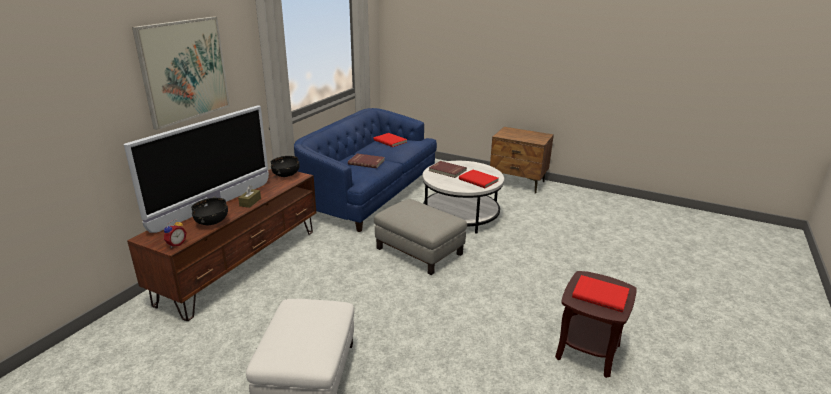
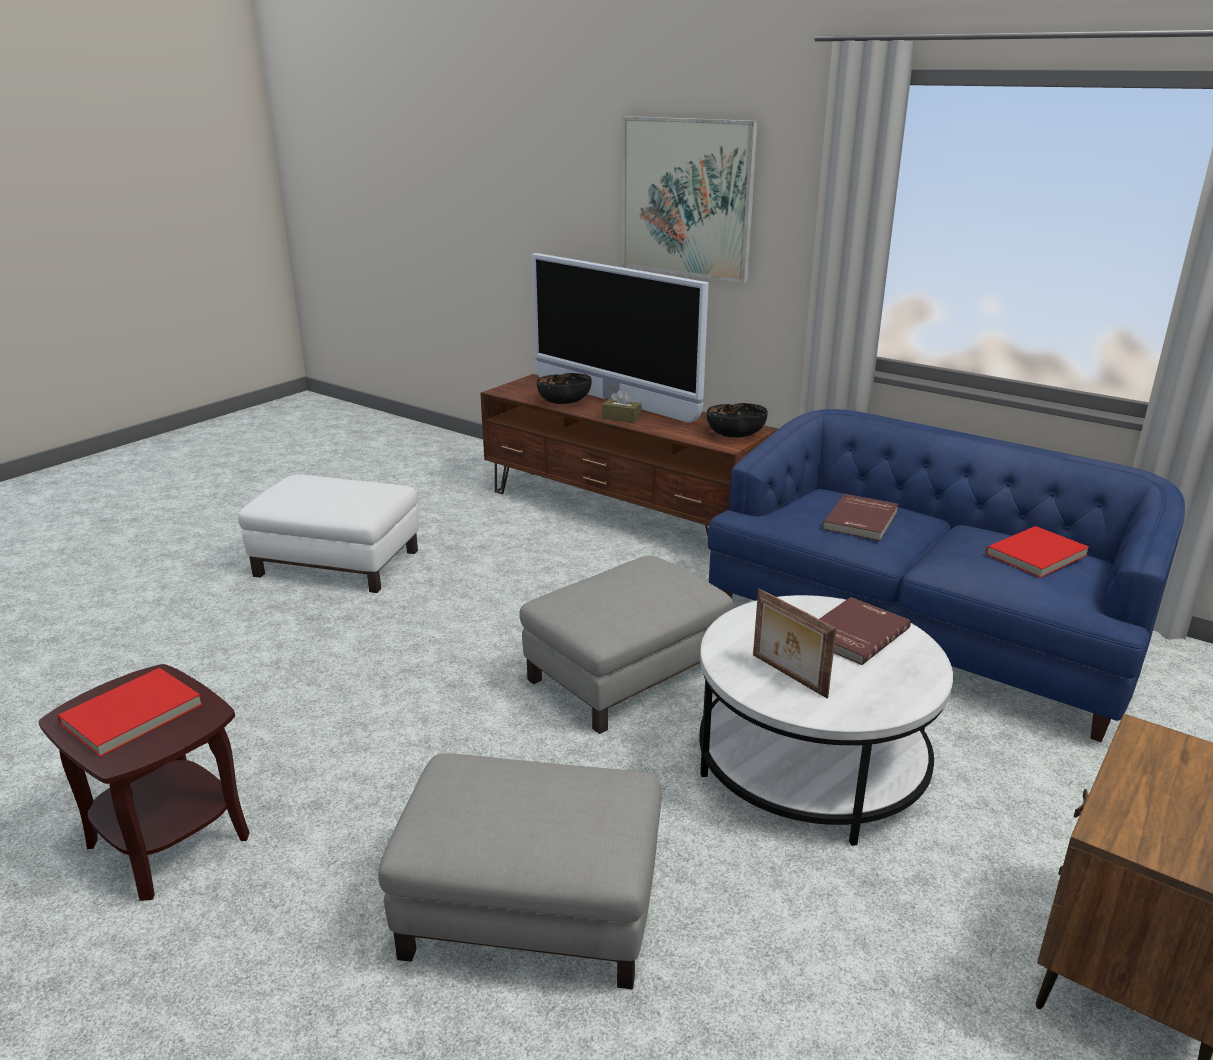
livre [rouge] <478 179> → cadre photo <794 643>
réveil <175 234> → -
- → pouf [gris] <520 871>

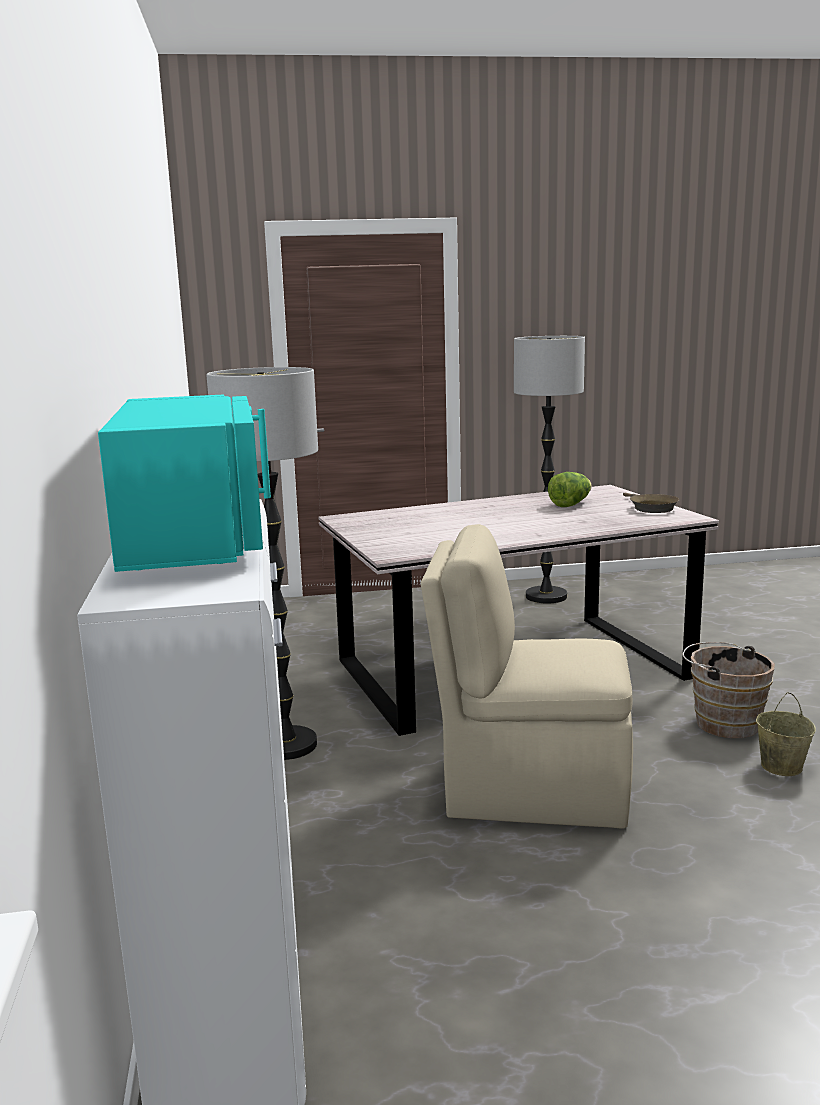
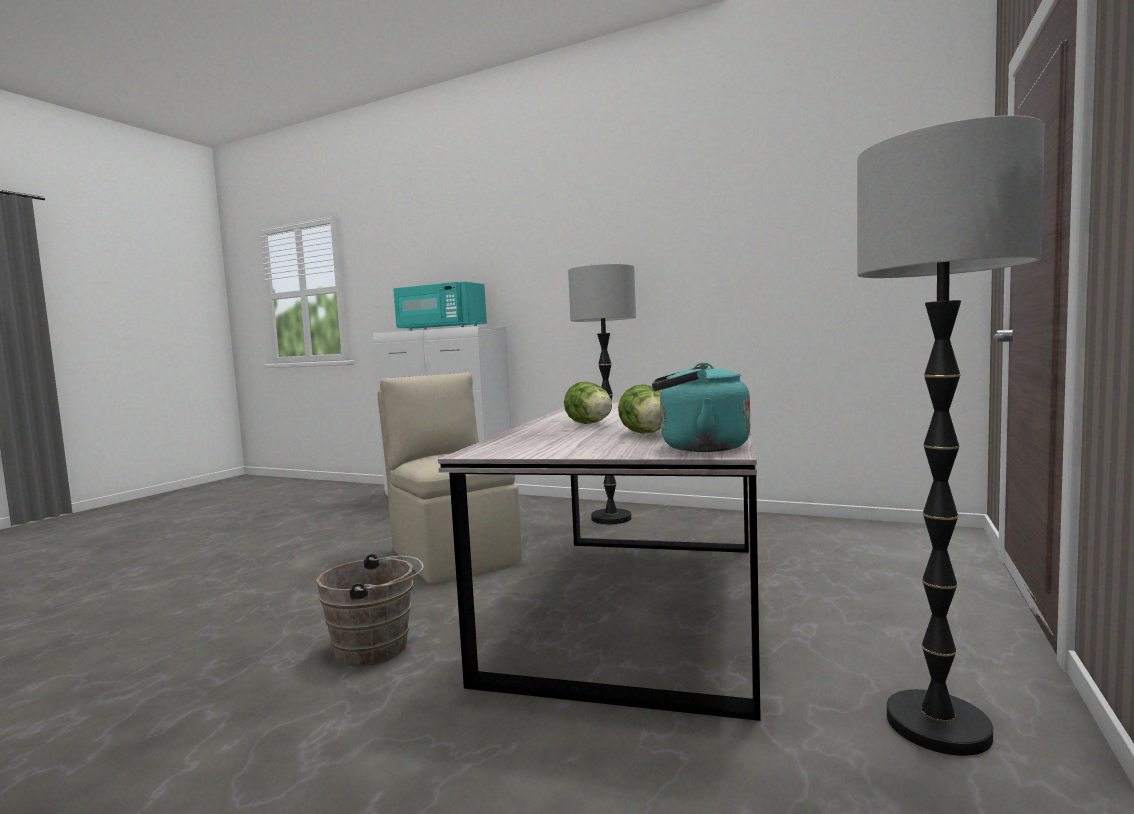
poêle [marron] <651 503> → -
chaise [beige] <527 676> → chaise [beige] <449 478>, 75 degrees counterclockwise
seau [beige] <786 734> → -
- → bouilloire [turquoise] <701 407>
- → laitue <588 402>

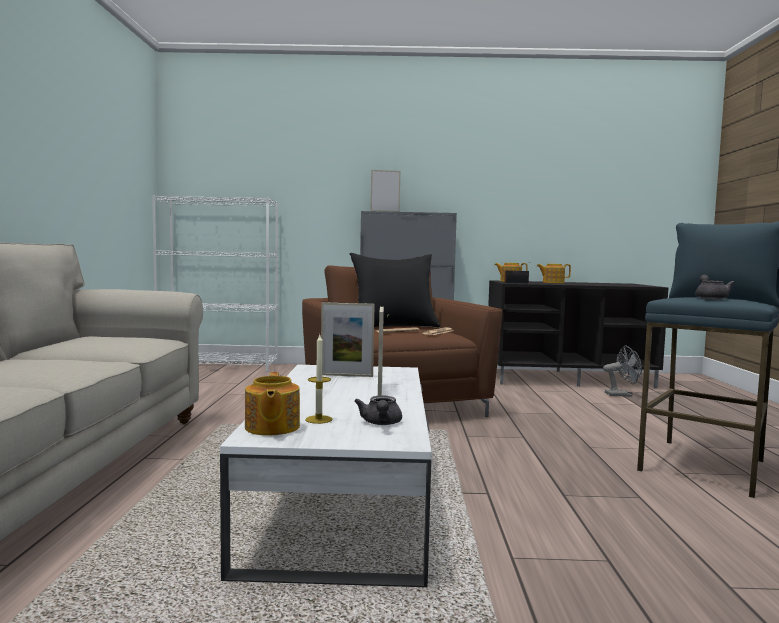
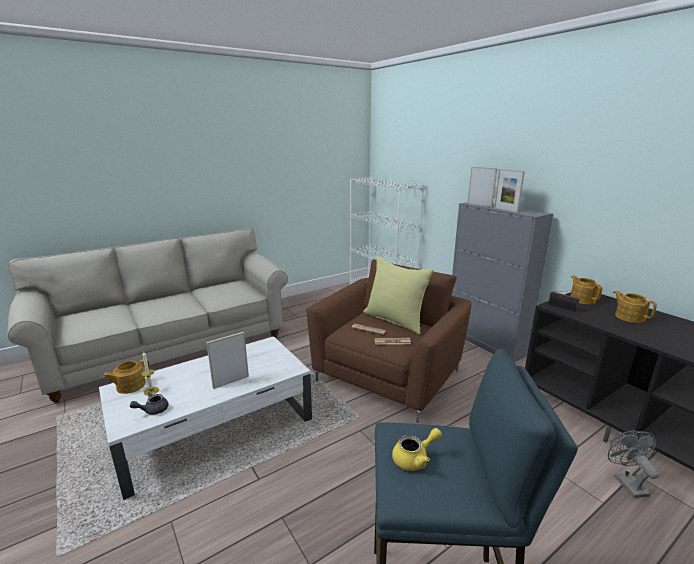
coussin [noir] <395 290> → coussin [jaune] <398 295>
théière [gris] <715 287> → théière [jaune] <417 449>
cadre photo <348 339> → cadre photo <509 191>, move
ventilateur [gris] <622 370> → ventilateur [gris] <633 464>, 150 degrees counterclockwise

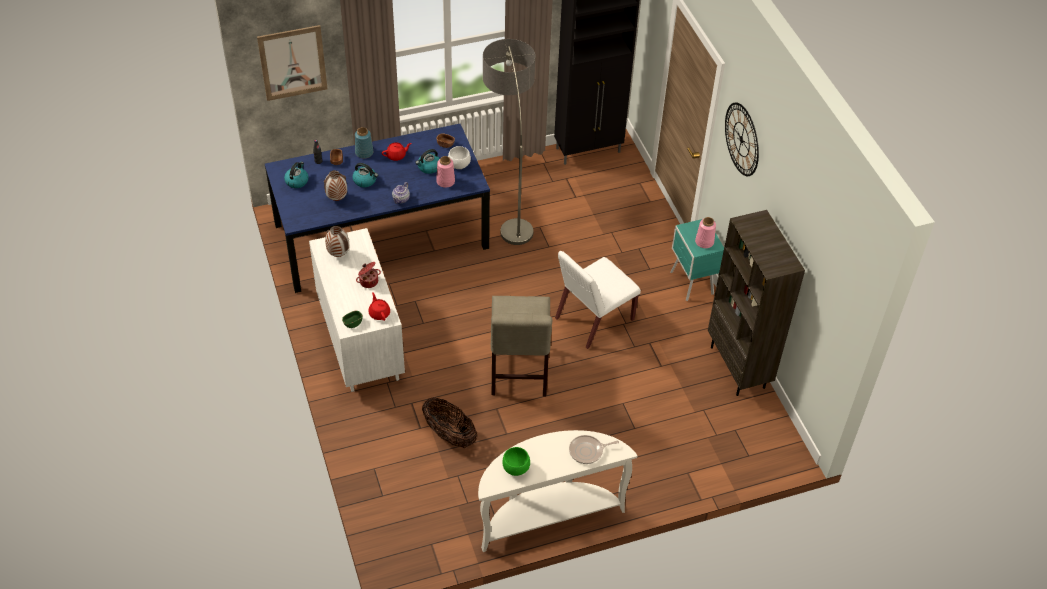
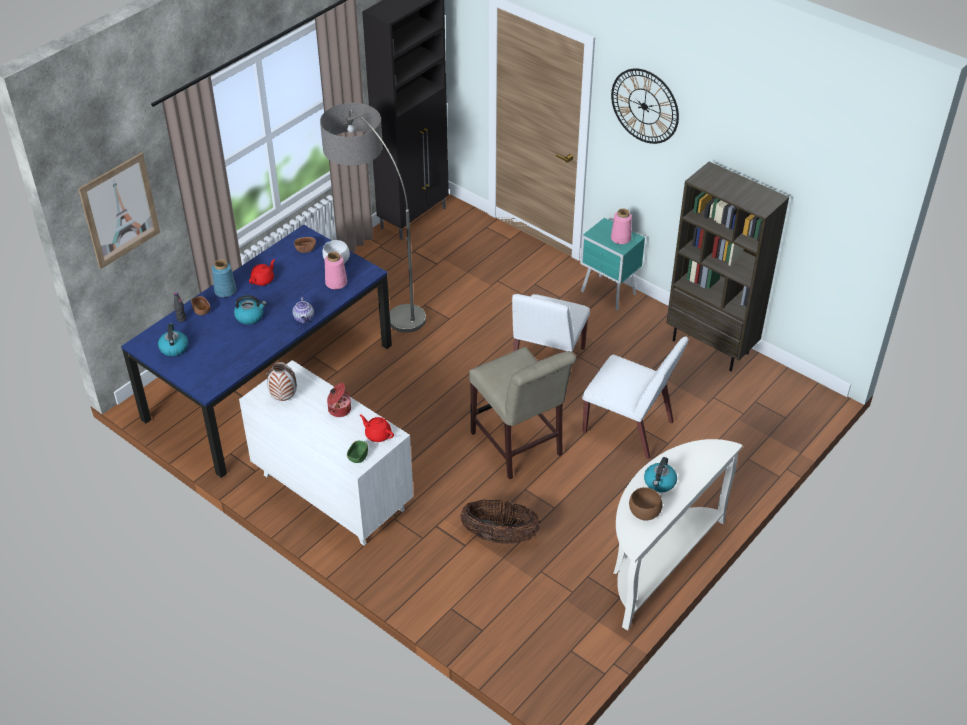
bouilloire <427 161> → bouilloire <660 474>, move
vase <335 185> → -
poêle <594 449> → -
bol [vert] <516 461> → bol [marron] <645 504>
- → chaise [blanc] <635 397>

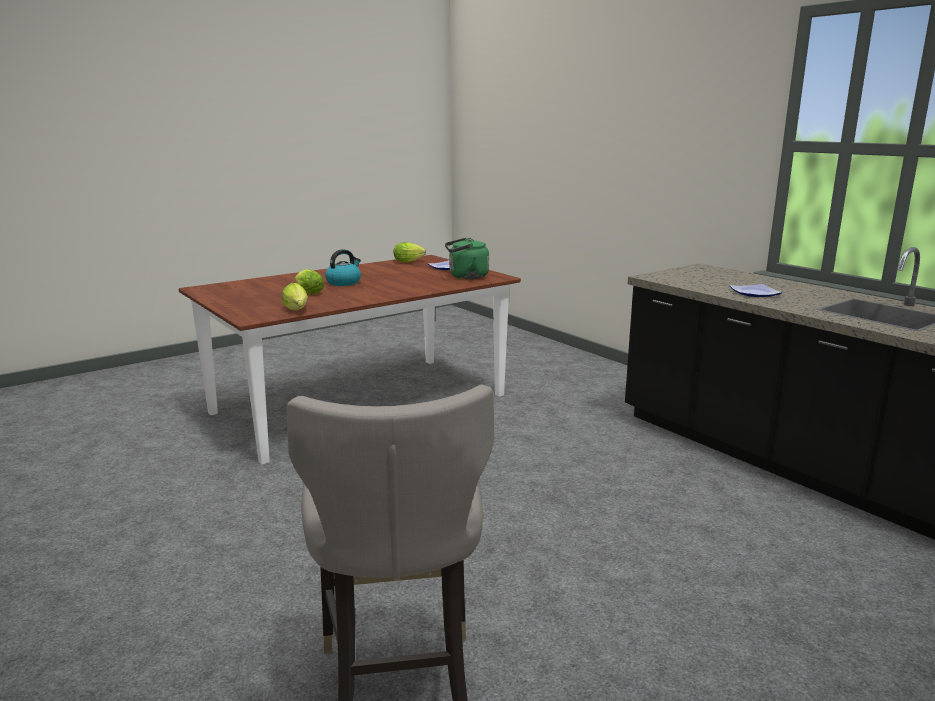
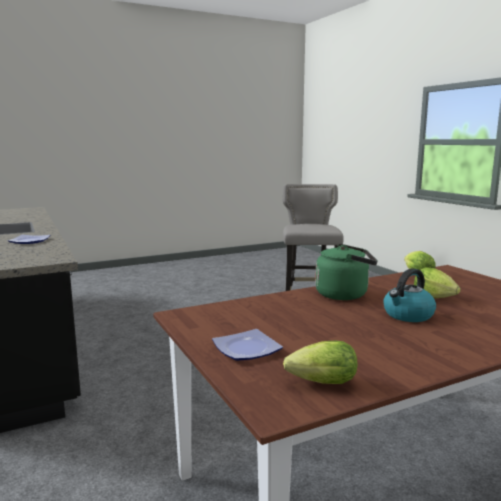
bouilloire [vert] <467 258> → bouilloire [vert] <346 272>, move

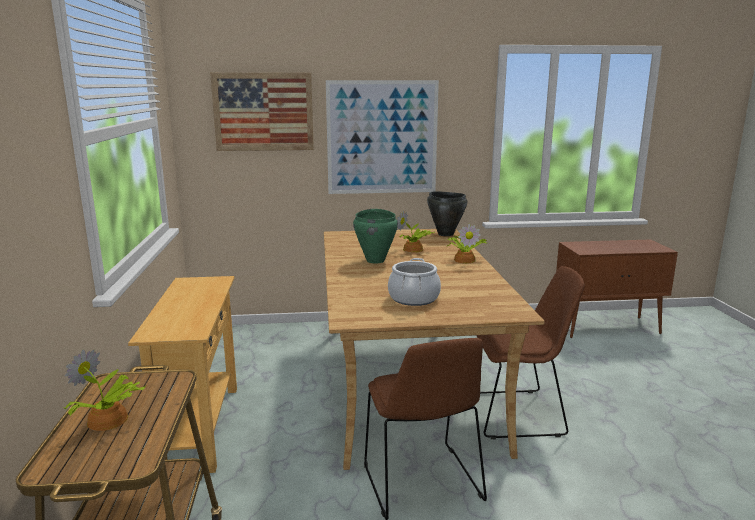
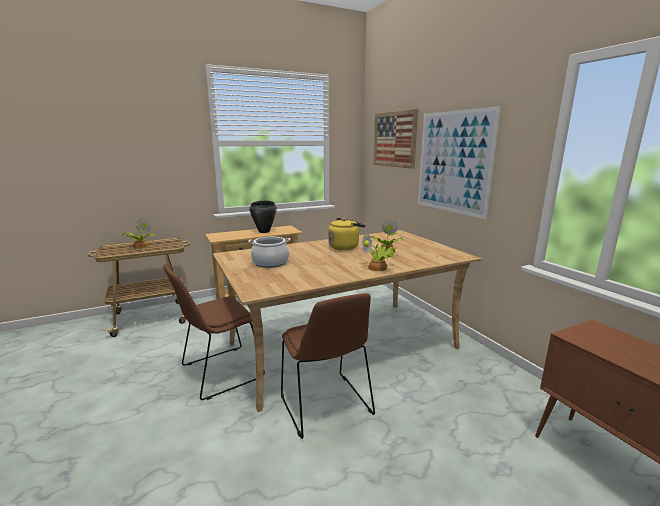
marmite [noir] <447 213> → marmite [noir] <263 216>, move
marmite [vert] <375 236> → bouilloire [jaune] <346 234>

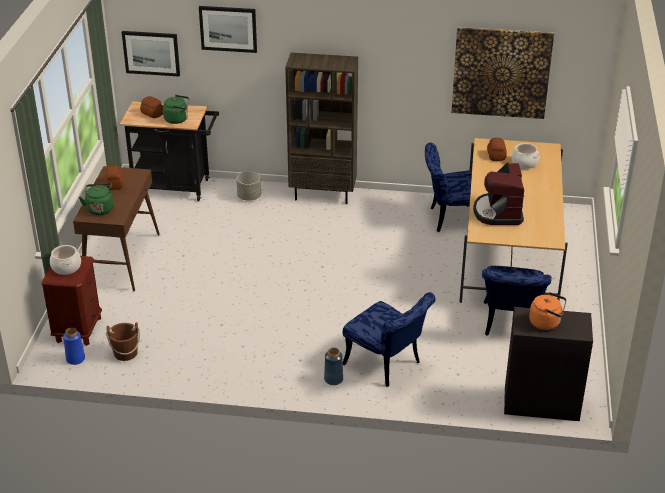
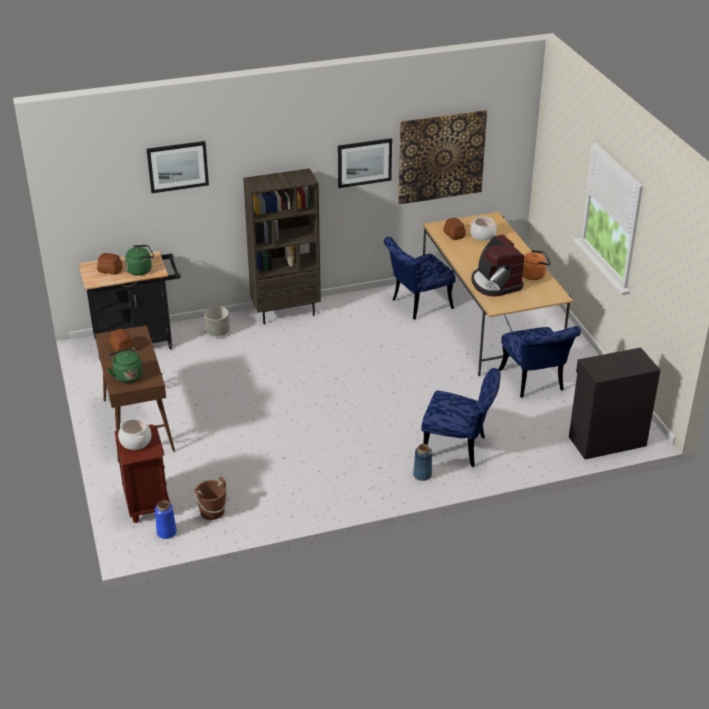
tableau <151 54> → tableau <365 163>, move
bouilloire [orange] <547 311> → bouilloire [orange] <537 265>, move

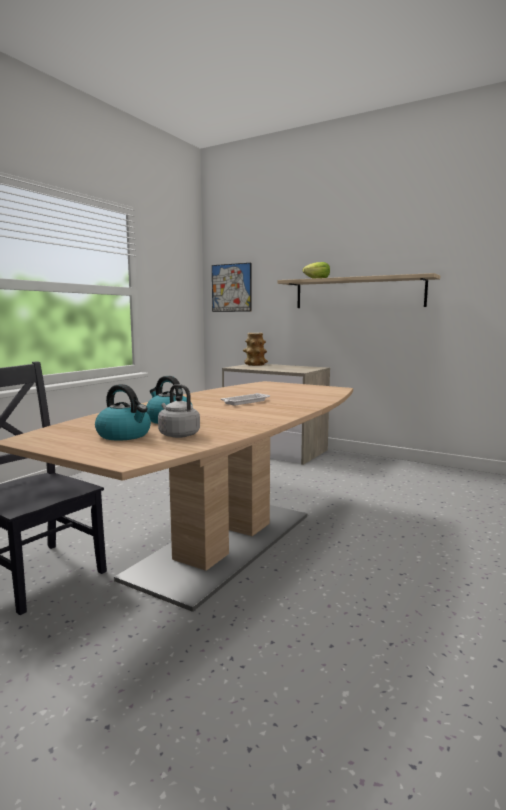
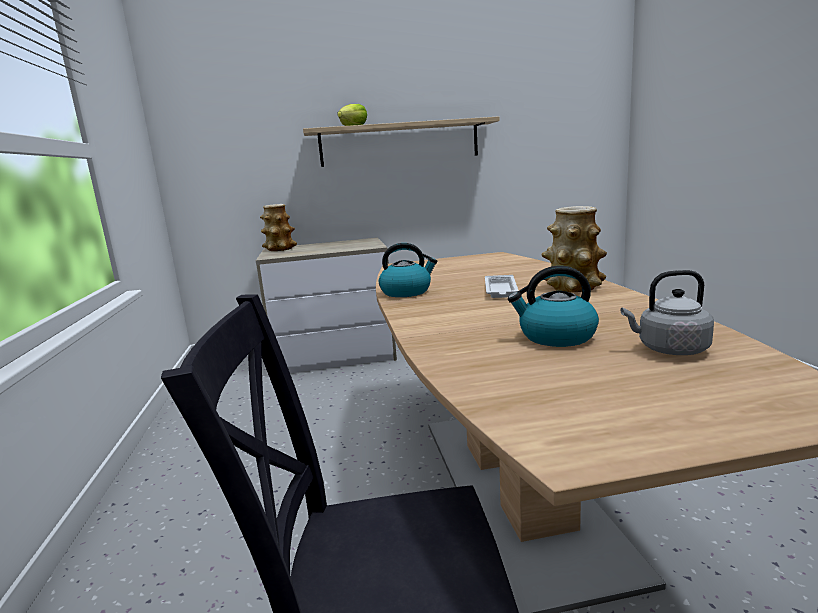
tableau <231 287> → -
bouilloire <123 412> → bouilloire <408 270>, move
- → vase <574 249>

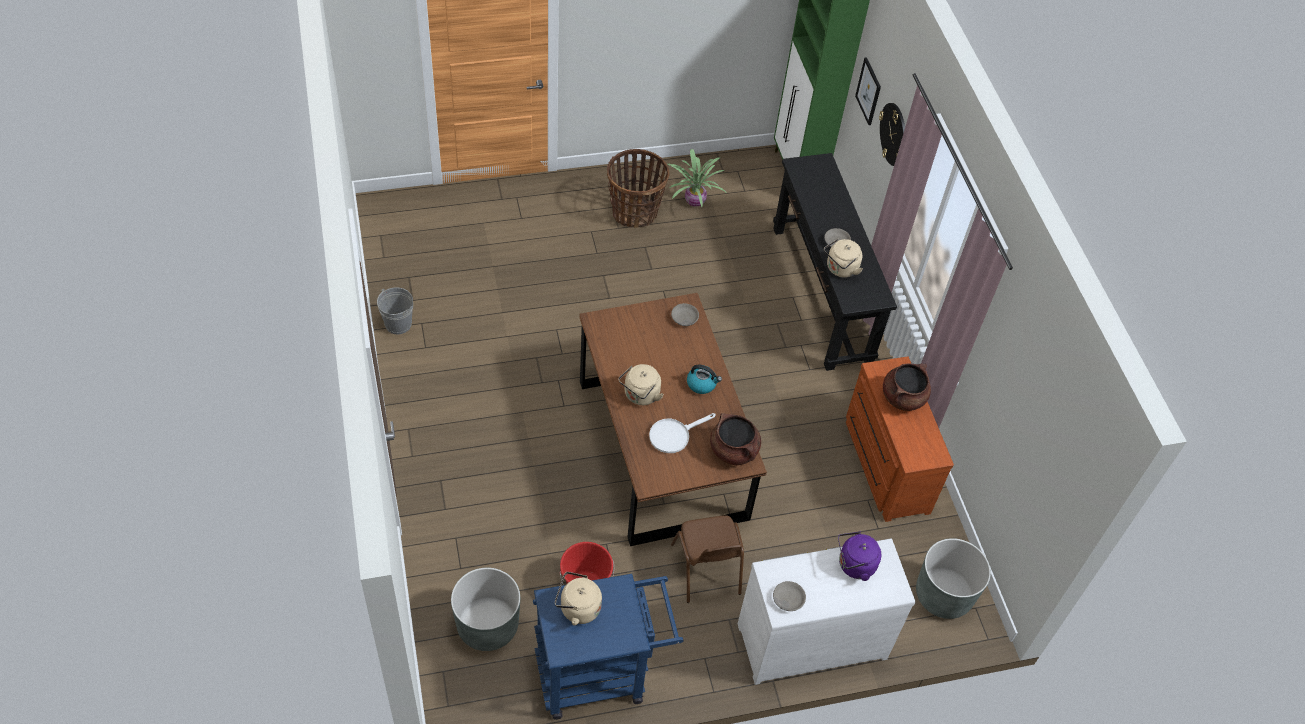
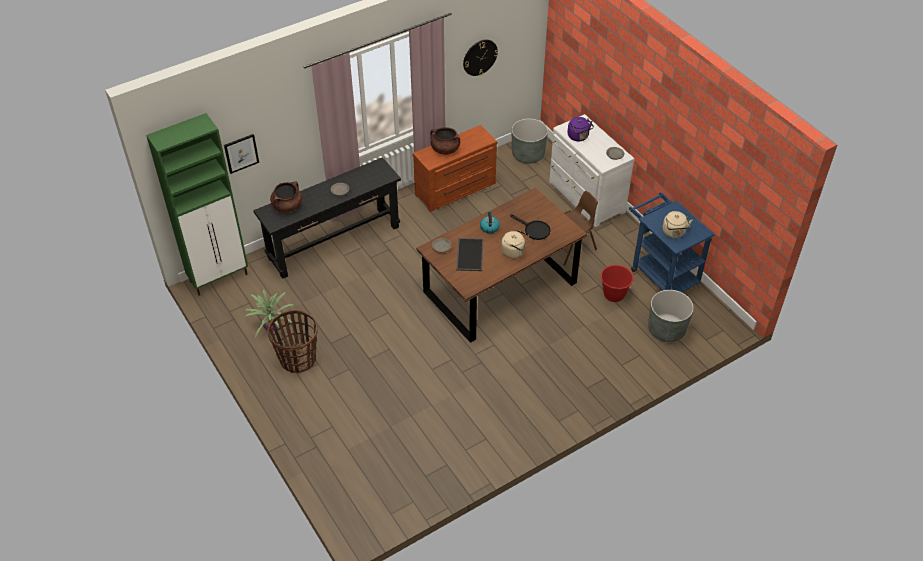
horloge murale <892 134> → horloge murale <480 58>, move
bouilloire [beige] <843 258> → -
seau [gris] <395 311> → -
poêle [blanc] <682 433> → poêle [noir] <530 227>
marmite [marron] <735 439> → marmite [marron] <286 197>, move
- → plateau <469 254>

